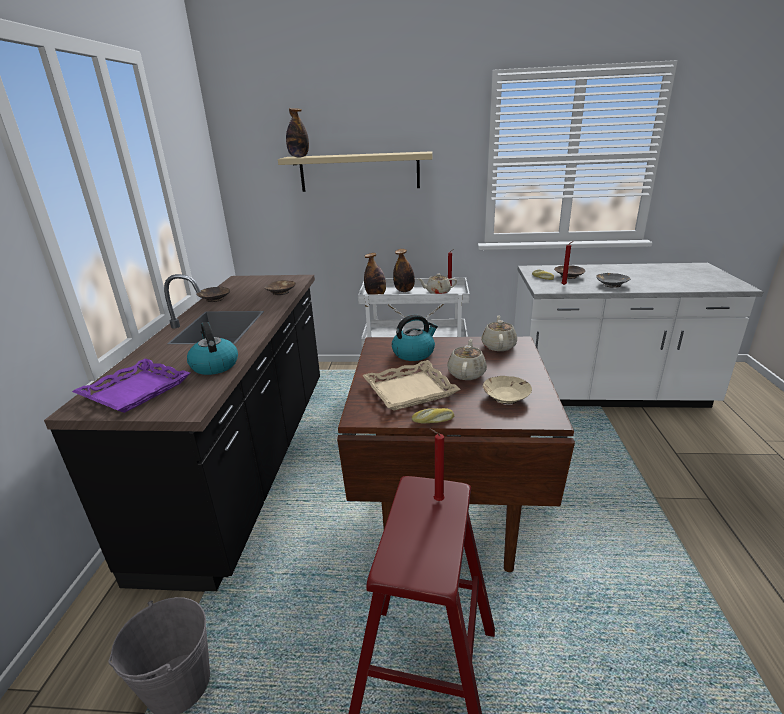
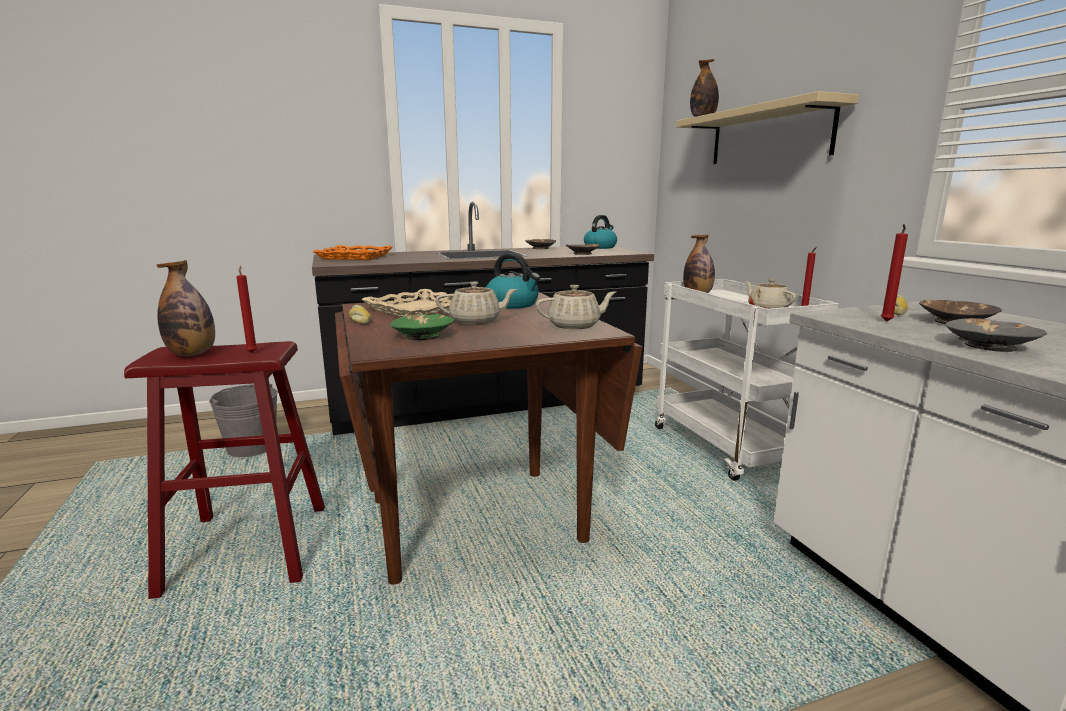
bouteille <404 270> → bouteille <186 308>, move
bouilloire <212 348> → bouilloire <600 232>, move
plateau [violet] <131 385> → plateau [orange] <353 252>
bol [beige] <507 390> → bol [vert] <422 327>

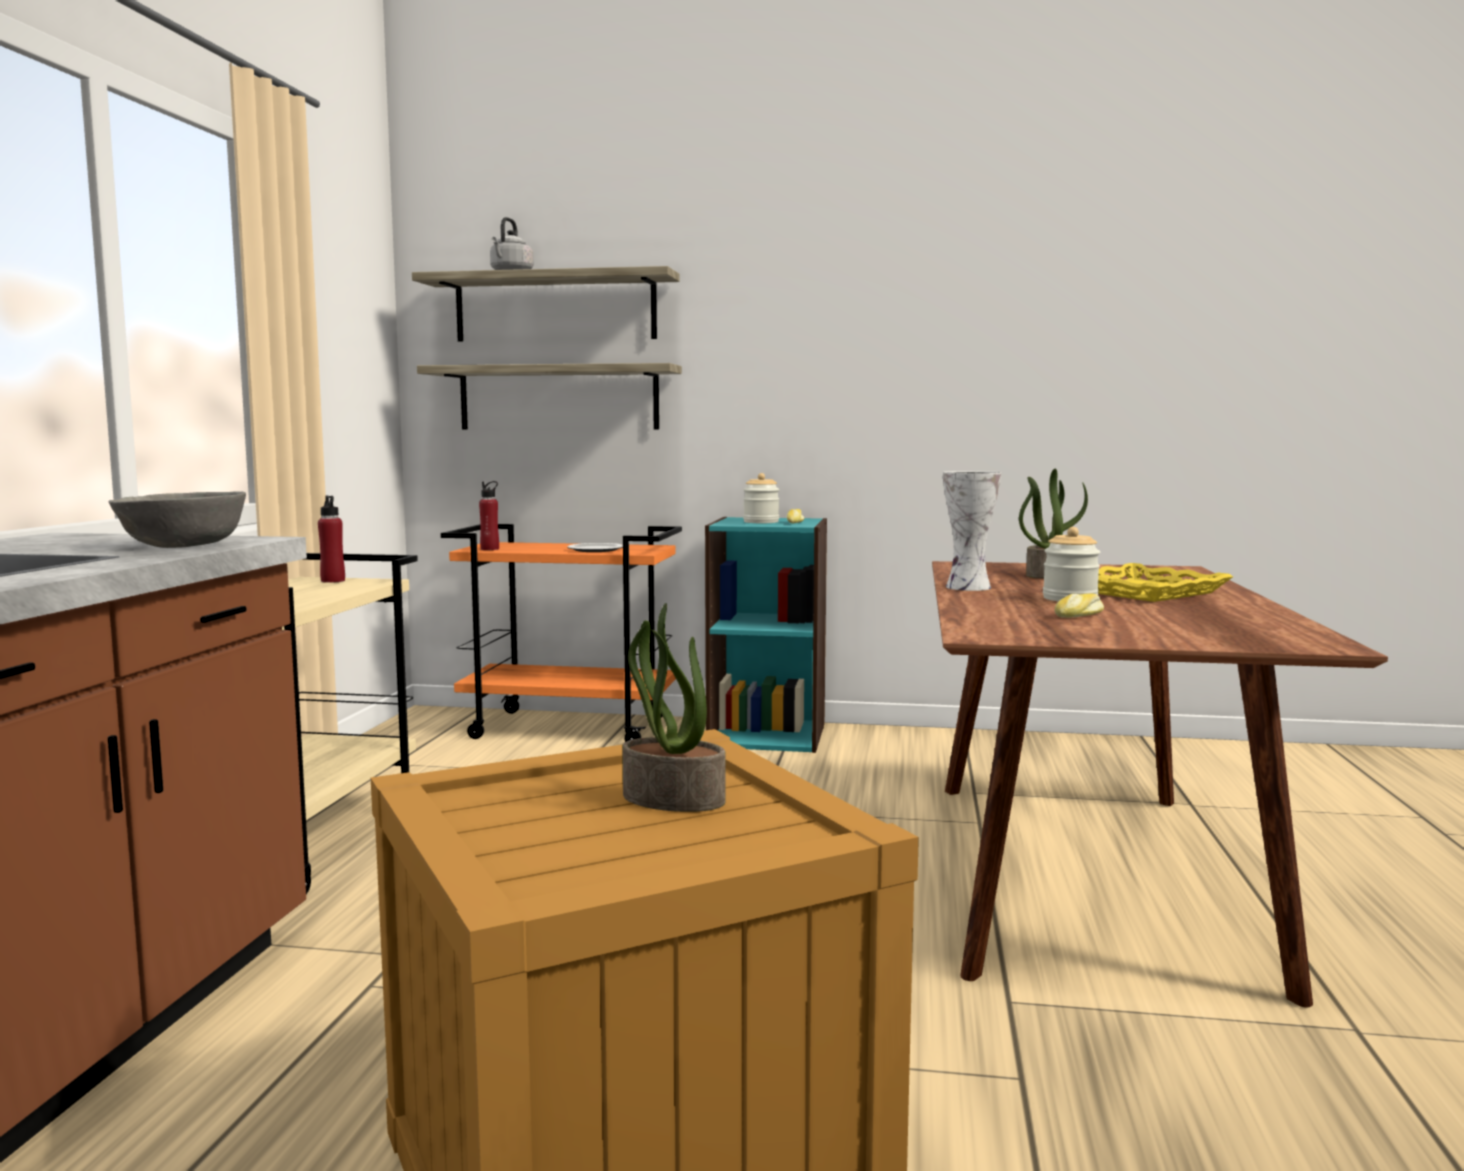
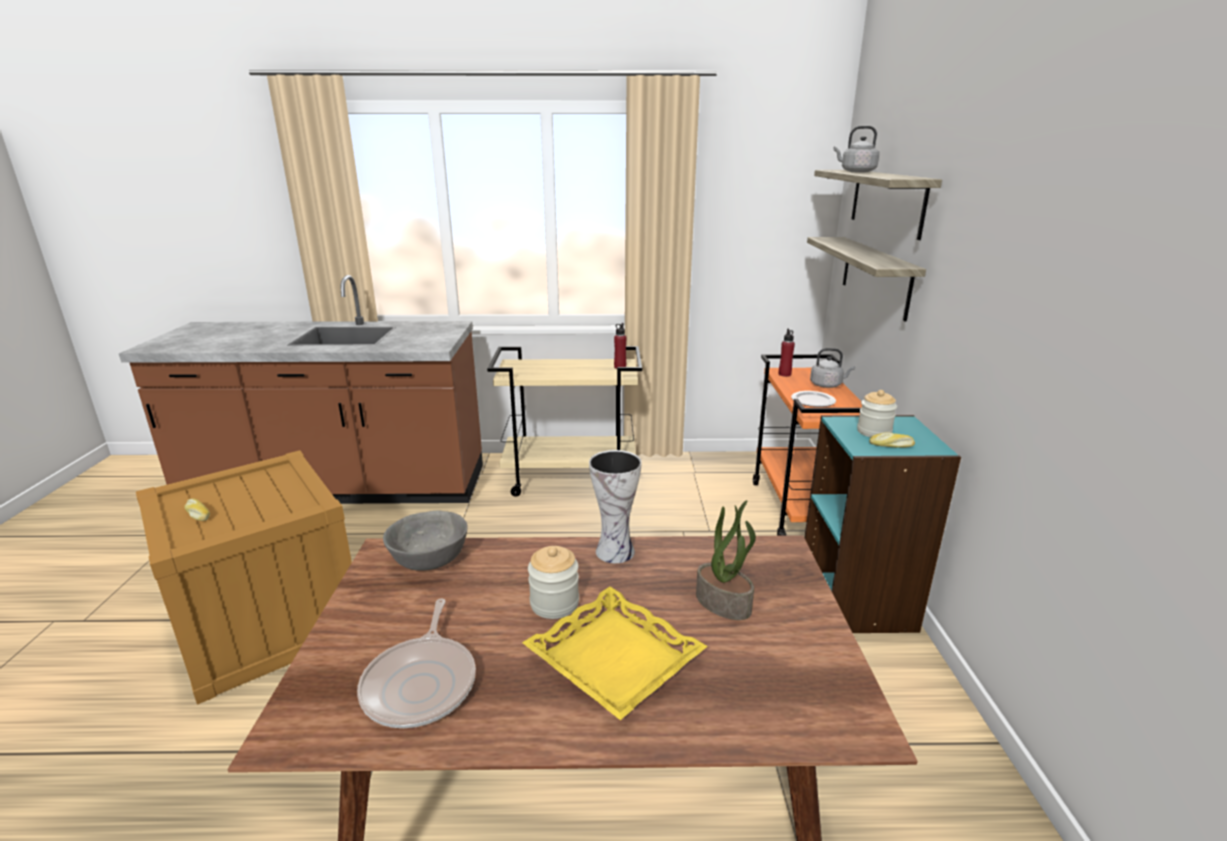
bol [gris] <177 519> → bol [gris] <425 540>, move
pain <1079 605> → pain <197 510>, move
plante en pot <673 707> → -
- → bouilloire [gris] <832 368>
- → poêle <416 663>

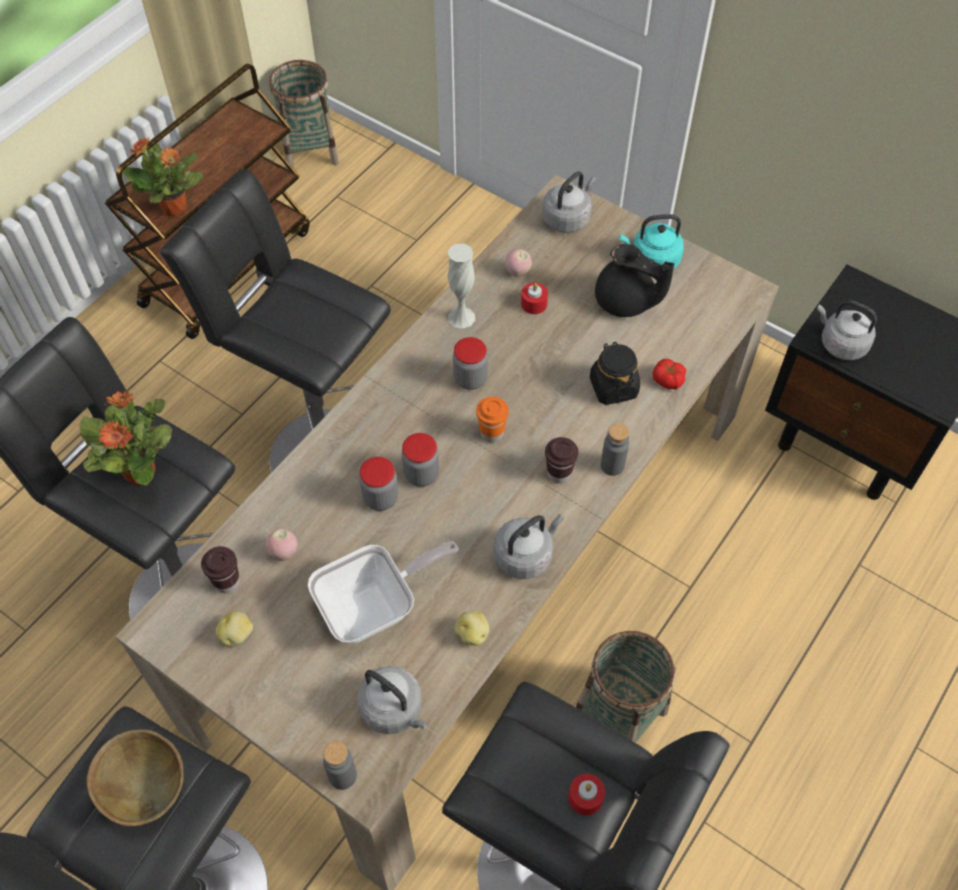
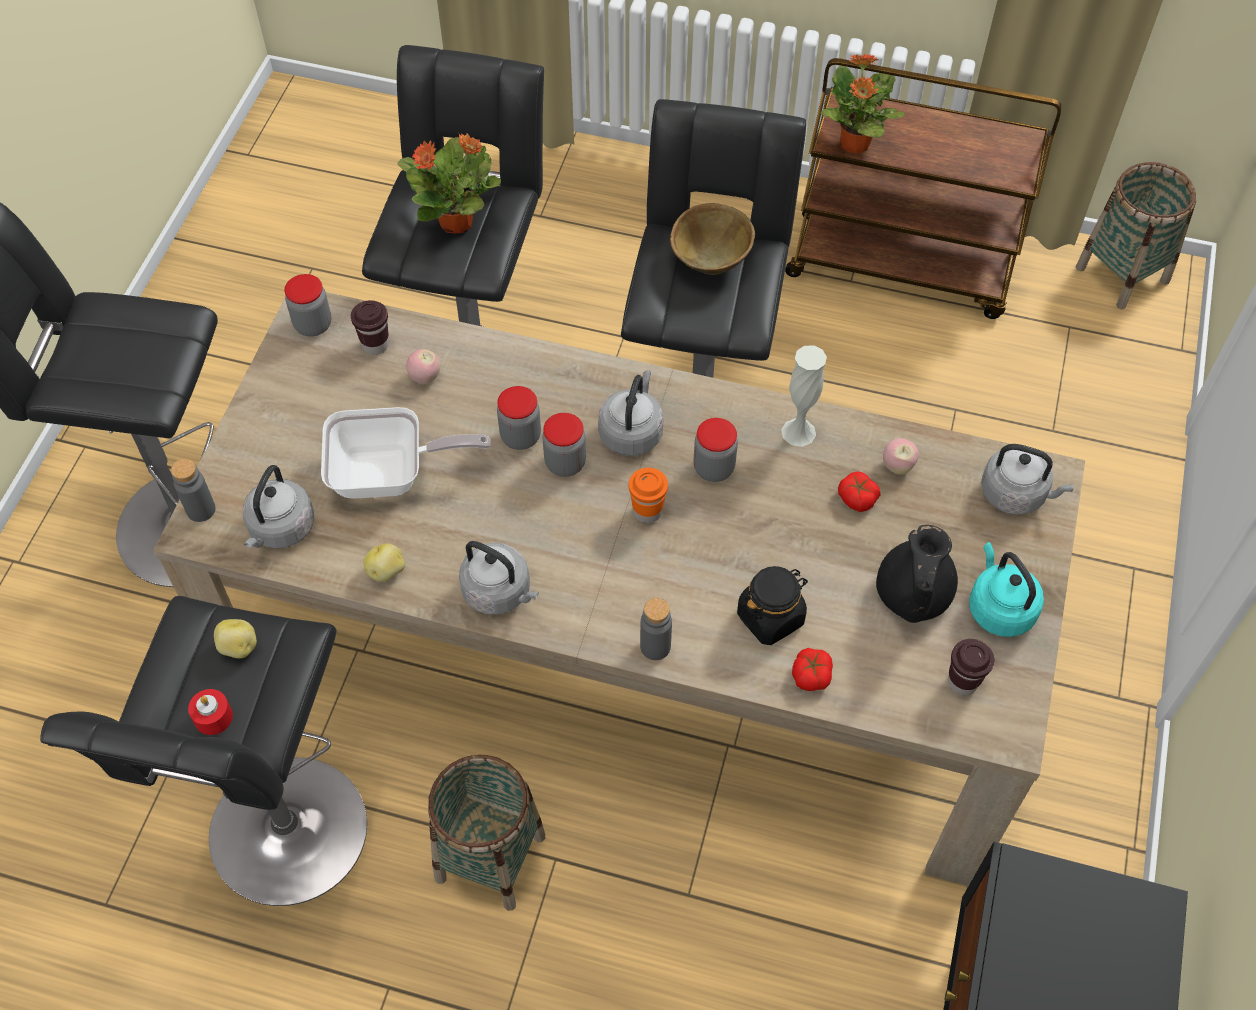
bougie [rouge] <534 298> → tomate <859 491>
bouilloire [gris] <847 330> → bouilloire [gris] <631 413>, move
tasse [marron] <561 460> → tasse [marron] <971 667>, move
poêle <383 592> → poêle <405 453>, 45 degrees counterclockwise
pomme de terre <234 629> → pomme de terre <235 639>, move
bol [marron] <135 778> → bol [marron] <712 239>, move
- → bocal <307 305>

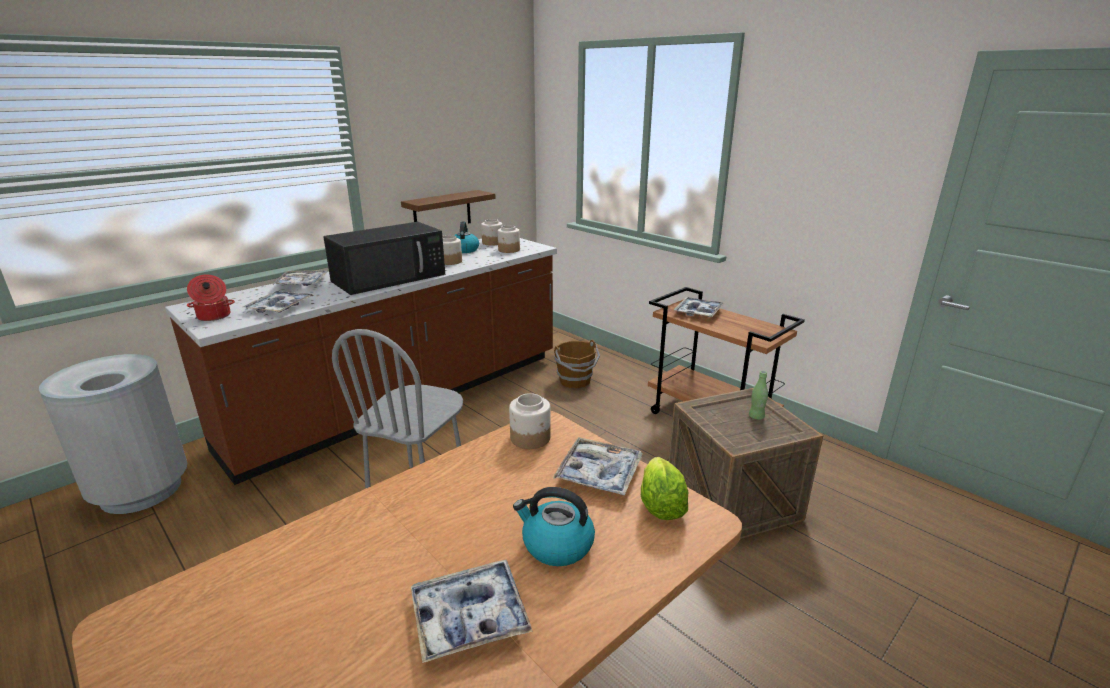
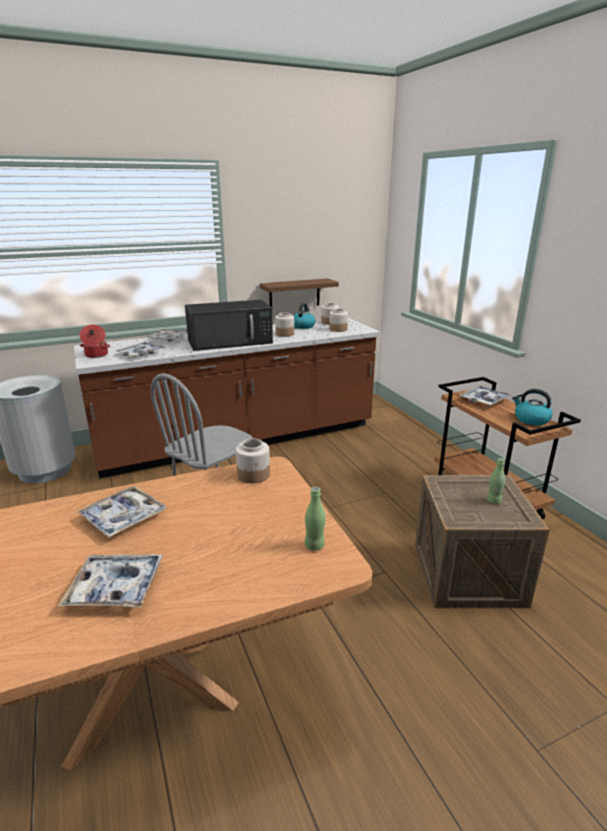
seau [marron] <577 364> → -
plateau <597 466> → plateau <121 511>, move
laitue <664 488> → bouteille [vert] <315 519>
bouilloire <554 526> → bouilloire <532 407>, move

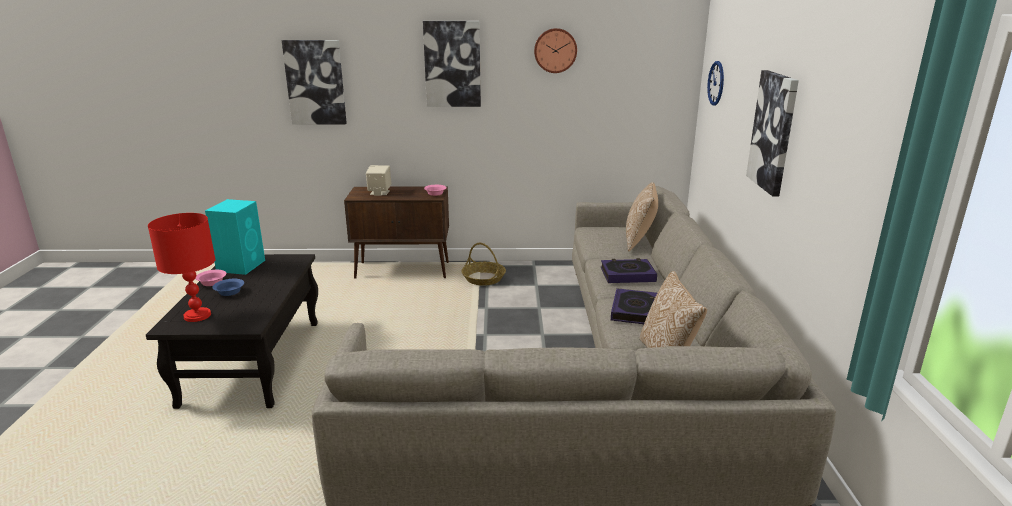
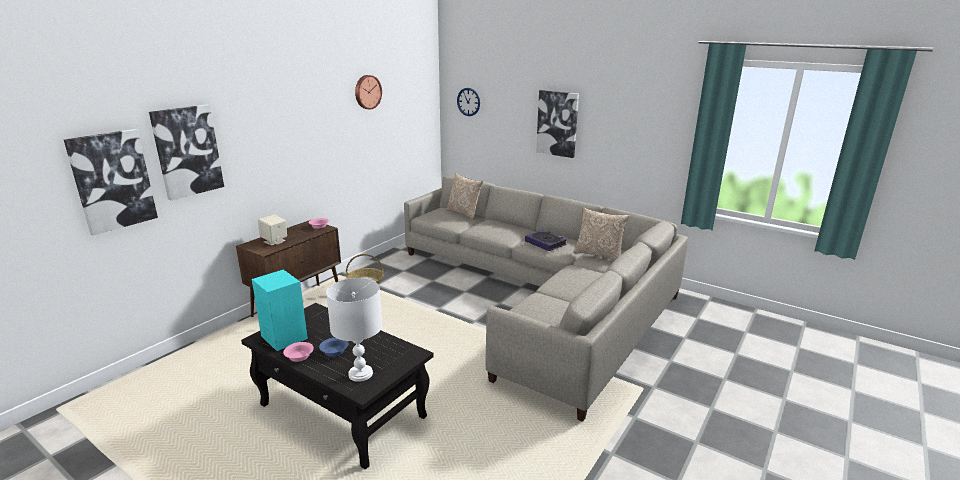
tableau <452 64> → tableau <111 182>, move
lampe de table [rouge] <181 267> → lampe de table [blanc] <354 330>
livre <629 270> → -

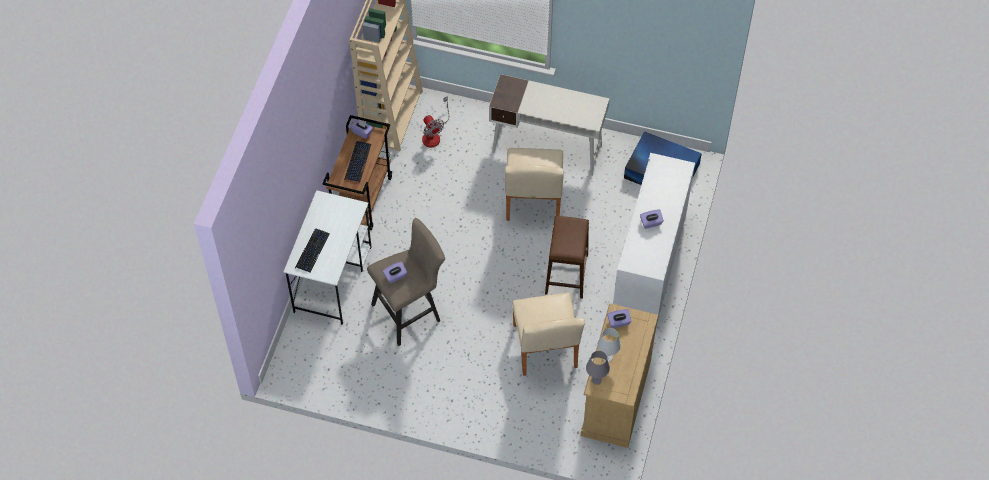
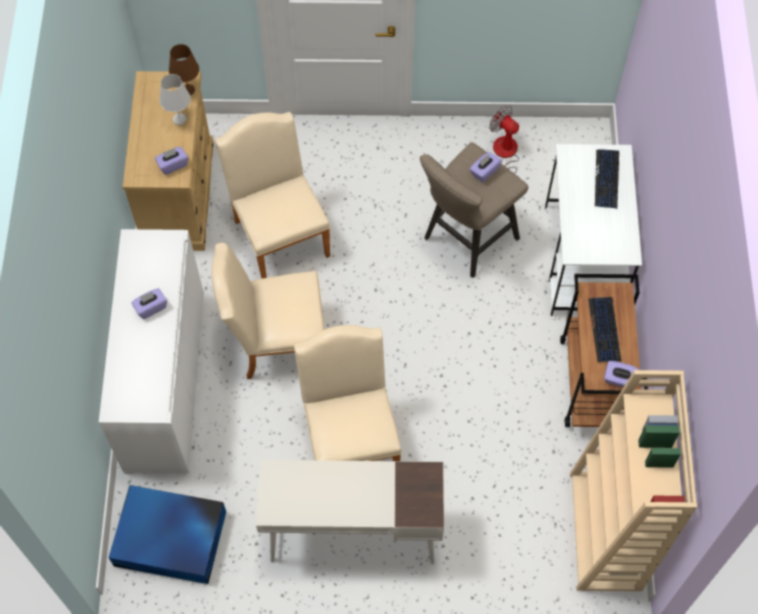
ventilateur <435 121> → ventilateur <504 139>, move
tabouret [marron] <567 257> → chaise [beige] <268 311>
lampe de table [gris] <598 368> → lampe de table [marron] <184 69>

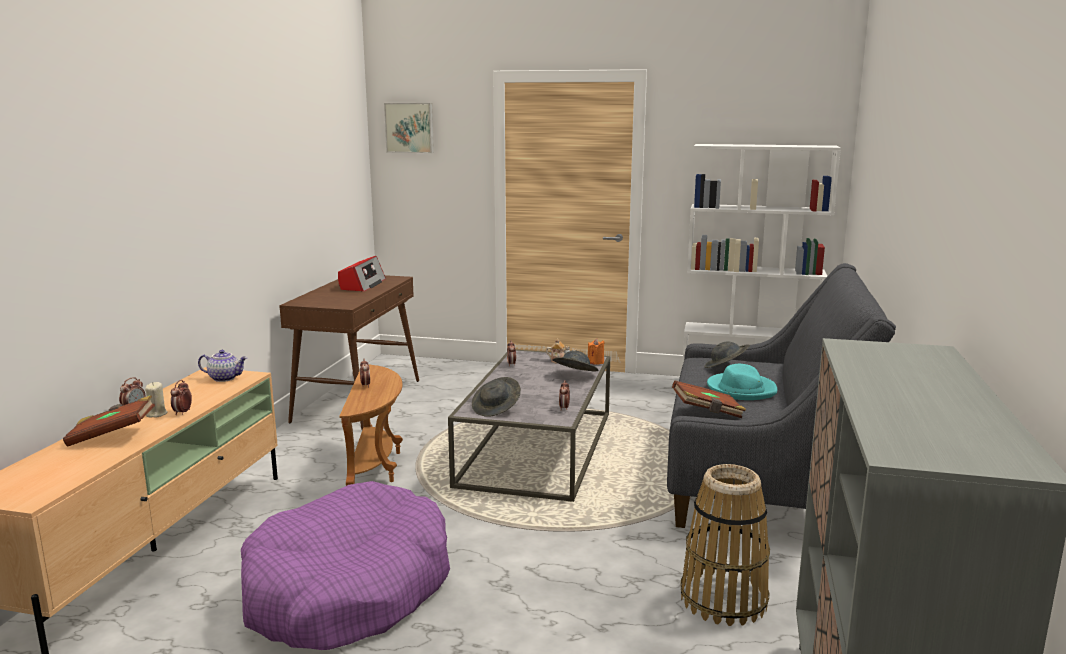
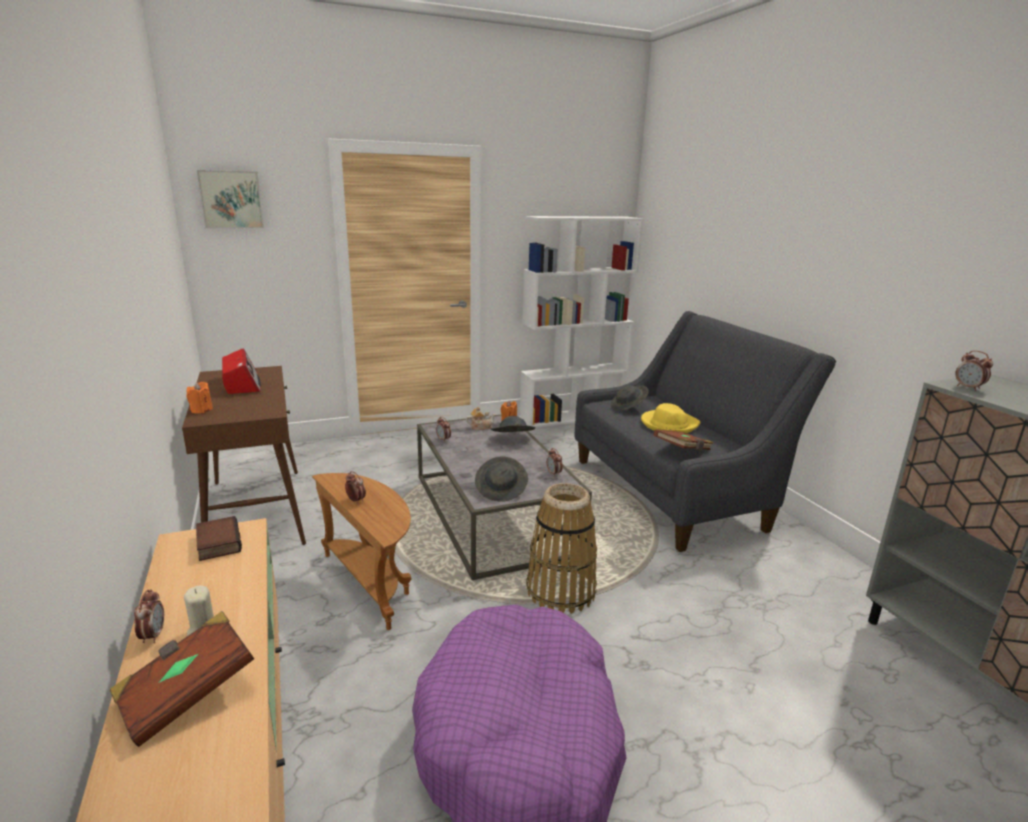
théière <222 366> → livre <219 538>
chapeau [turquoise] <742 382> → chapeau [jaune] <671 418>
réveil <181 397> → réveil <974 371>, move
panier <725 545> → panier <561 548>, move
- → bougie [orange] <200 397>

